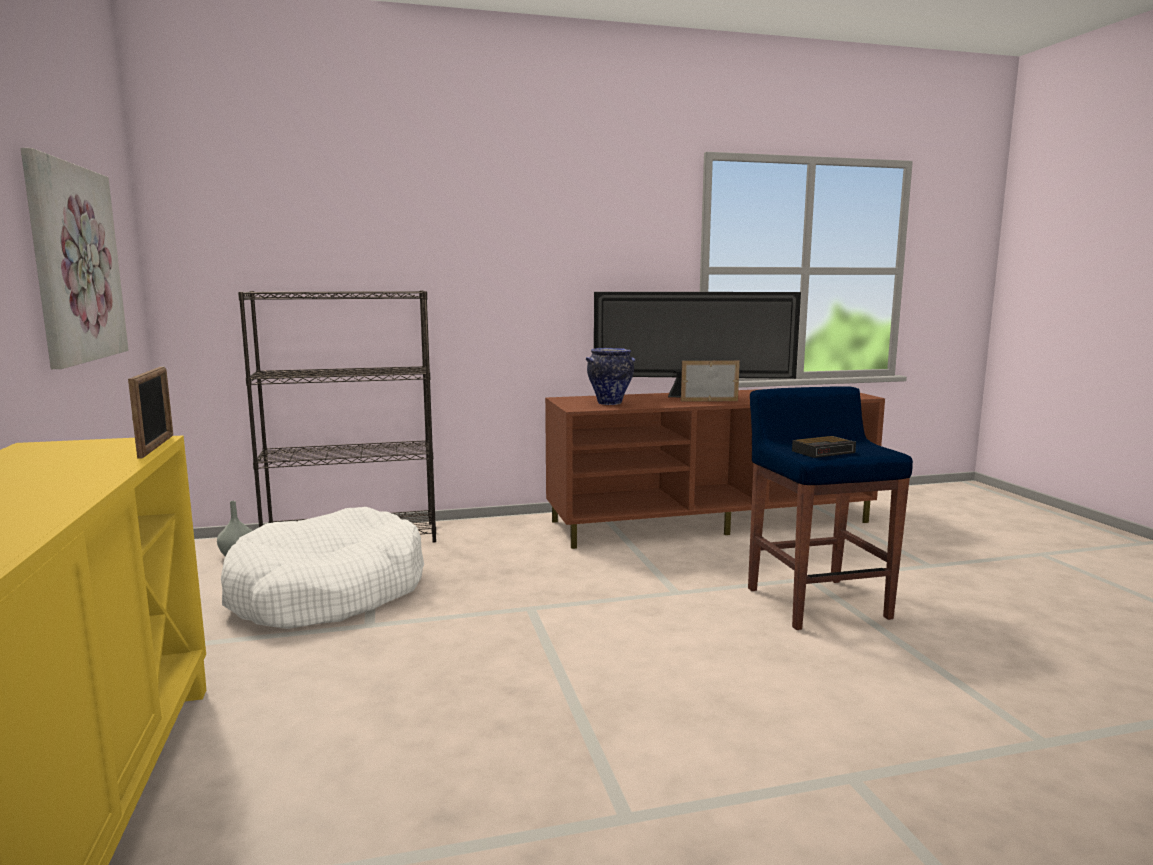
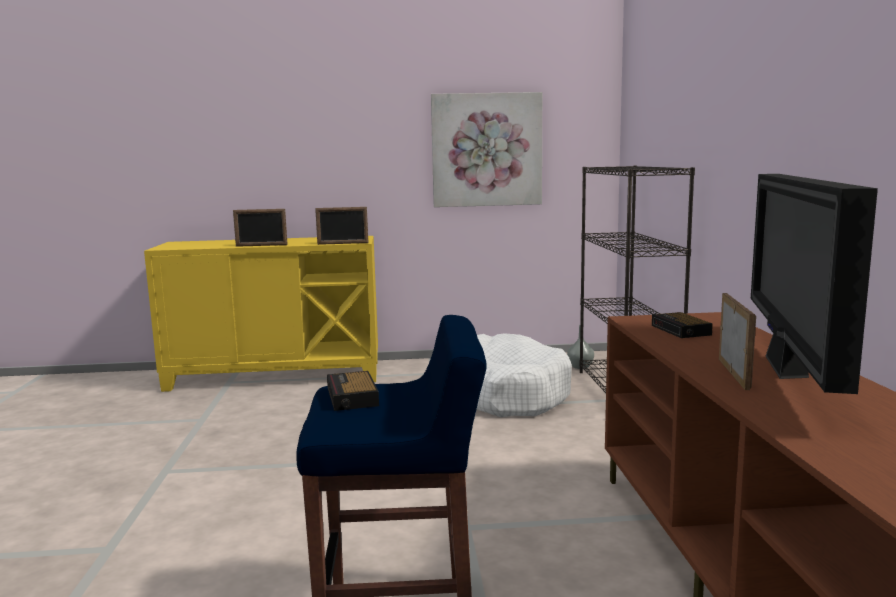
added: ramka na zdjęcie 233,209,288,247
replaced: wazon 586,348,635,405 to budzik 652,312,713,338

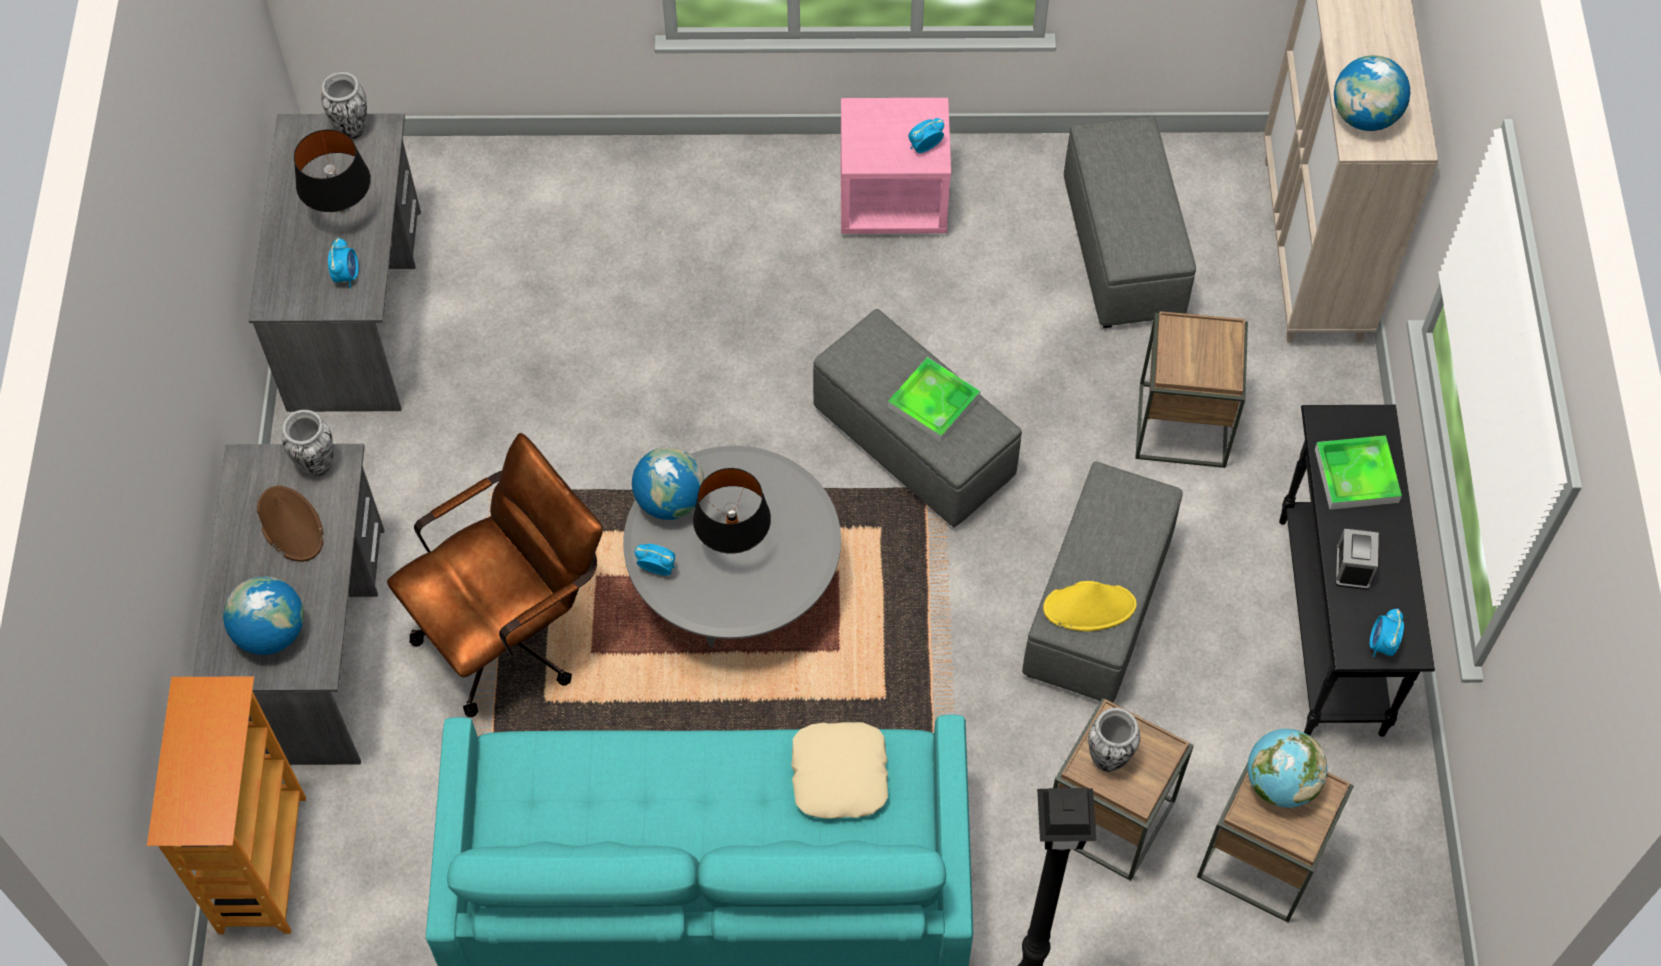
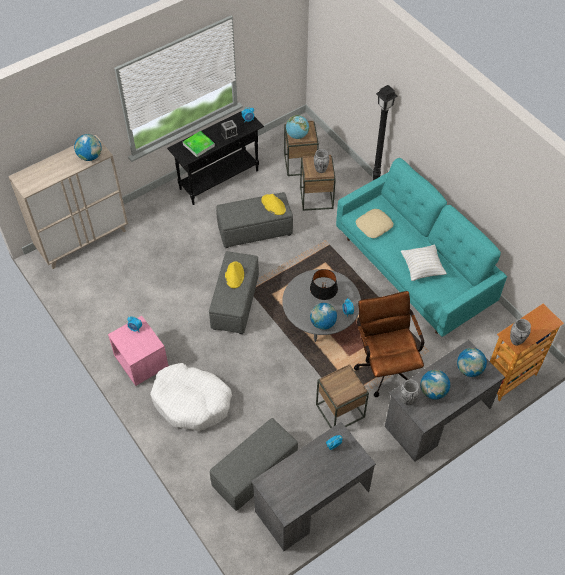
removed: lampa stołowa/czarny 294,129,371,212
added: legowisko/biały 150,363,232,431; poduszka/biały 401,245,447,281
moved: wazon 321,72,367,139 to 510,319,531,345; pufa/szary 1064,116,1196,328 to 210,418,298,511; stolik/brązowy 1135,311,1248,468 to 316,364,369,428
replaced: kapelusz/brązowy 257,486,323,562 to globus 420,370,450,400; taca 888,357,980,443 to kapelusz/żółty 225,261,244,288
turned: krzesło biurowe/brązowy 387,433,603,717 = 354,291,424,397 60 degrees clockwise

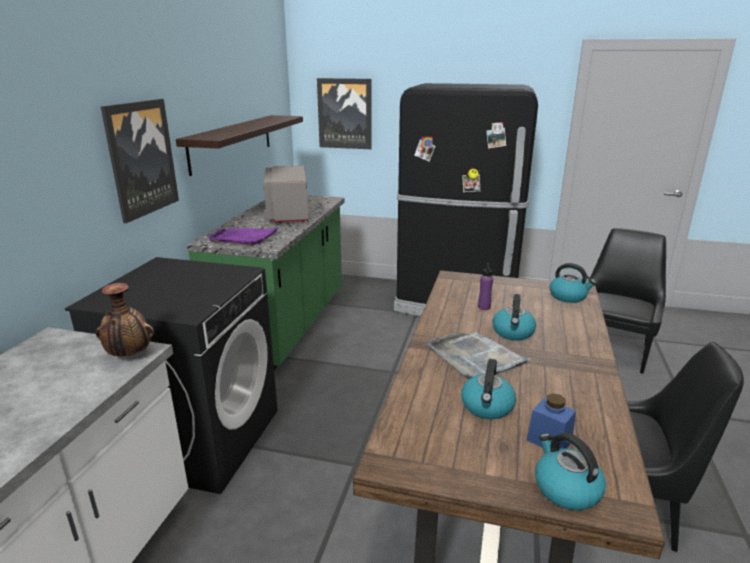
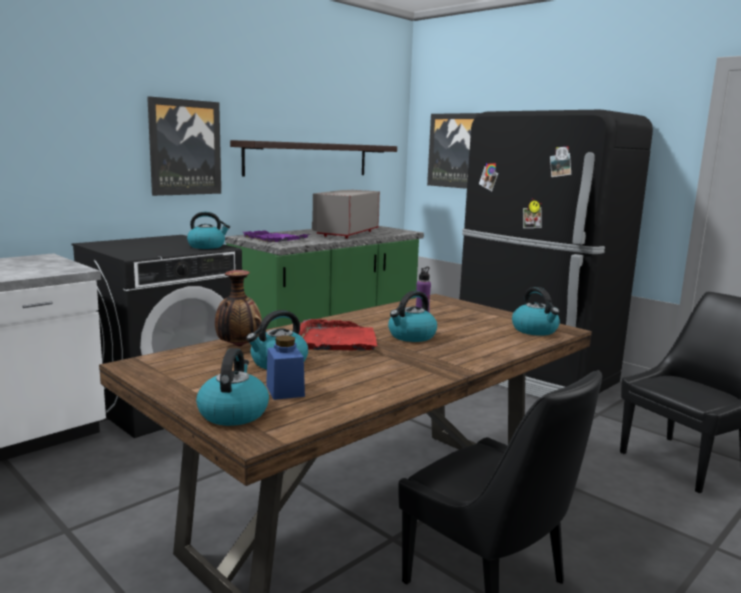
added: czajnik 187,212,230,249
moved: wazon 96,283,154,356 to 215,270,262,347
recoloured: taca/szary 427,332,531,380 to taca/czerwony 298,319,377,351

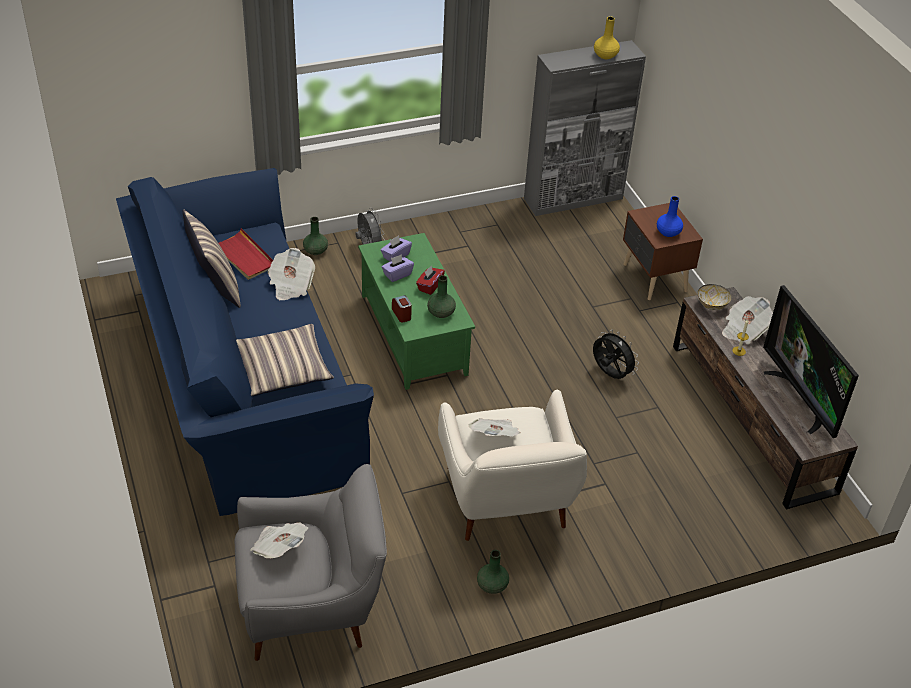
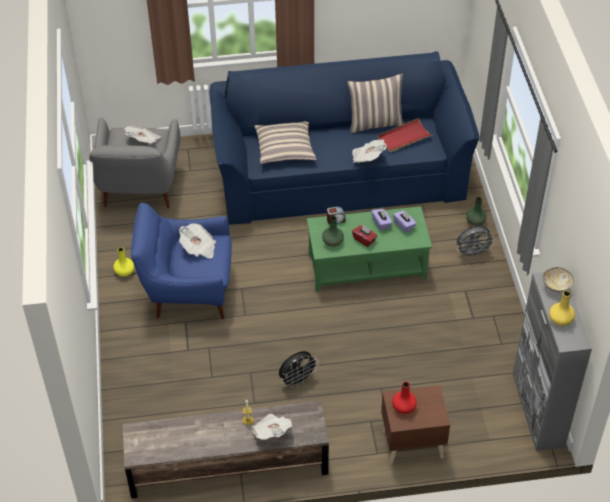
removed: telewizor 763,285,859,438
moved: miska 697,284,732,310 to 543,267,574,293
recoloured: fotel/biały 438,390,587,541 to fotel/niebieski 131,203,232,319; wazon/zielony 477,550,509,594 to wazon/żółty 113,247,134,277; wazon/niebieski 657,196,683,237 to wazon/czerwony 392,381,417,414

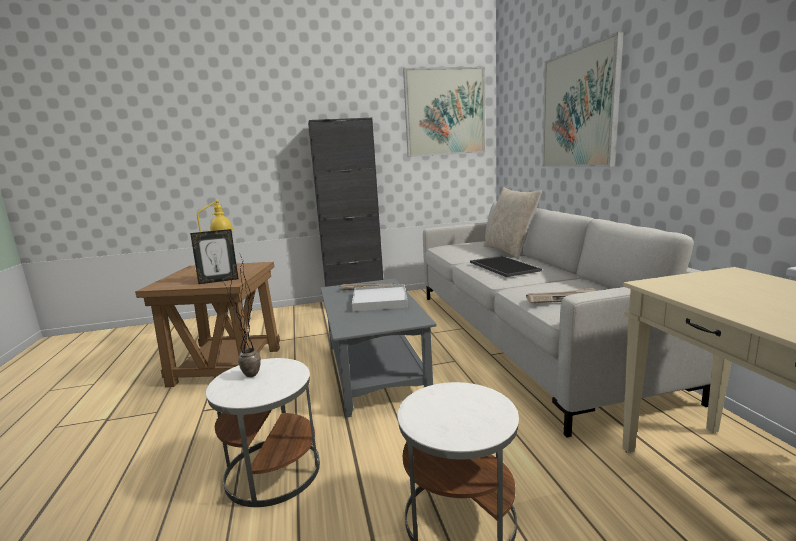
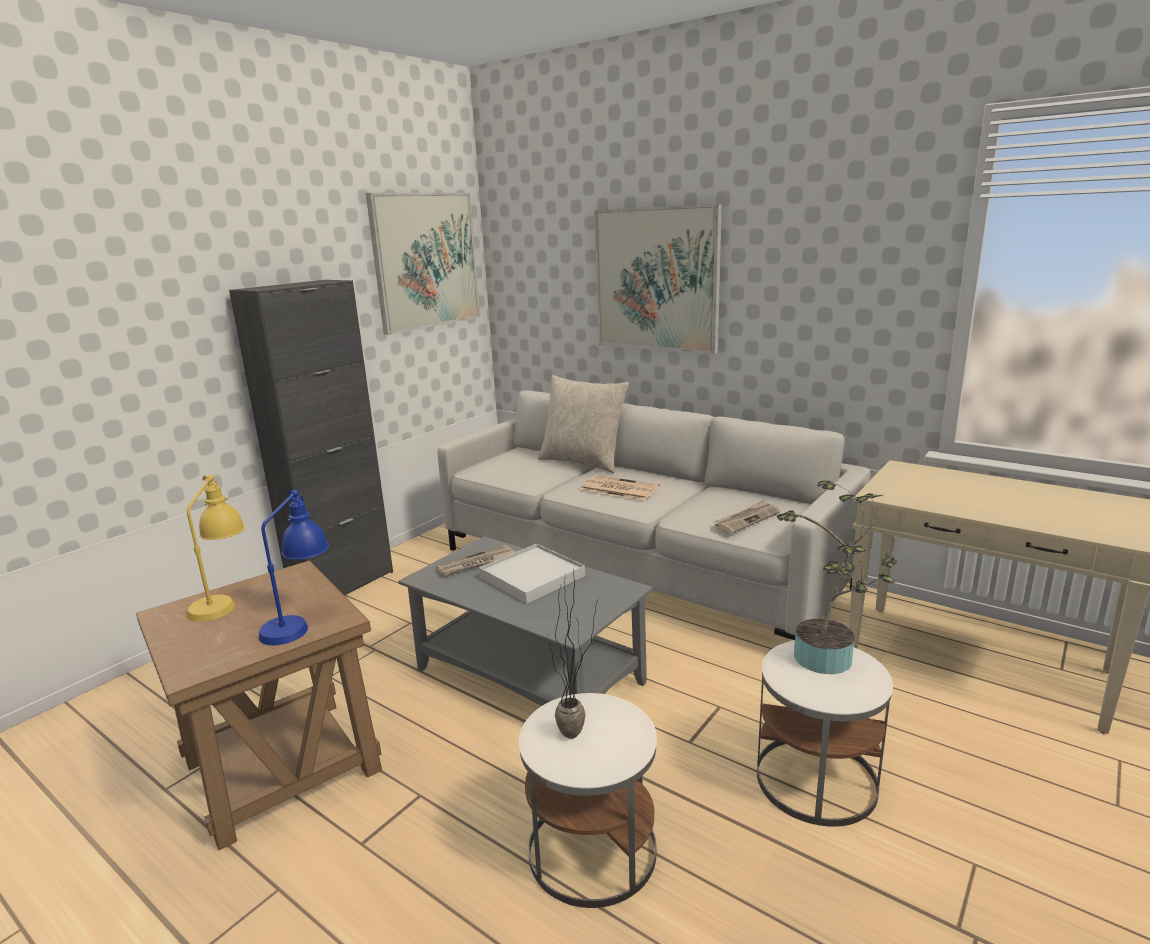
added: roślina doniczkowa 777,481,897,674
replaced: ramka na zdjęcie 190,229,238,284 to lampa stołowa/niebieski 259,489,329,645; taca 470,256,542,277 to gazeta 580,475,660,500

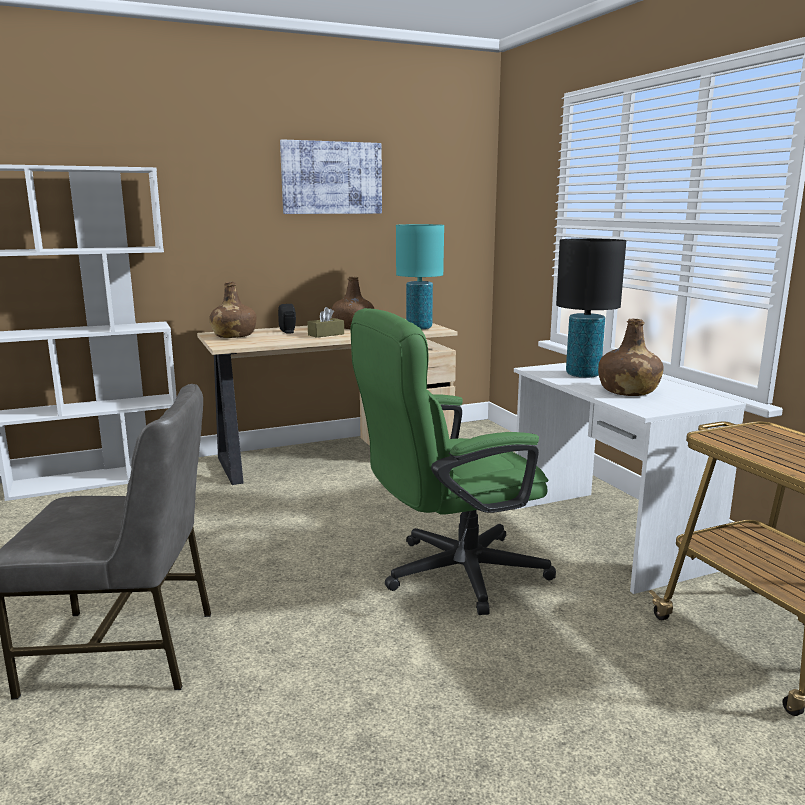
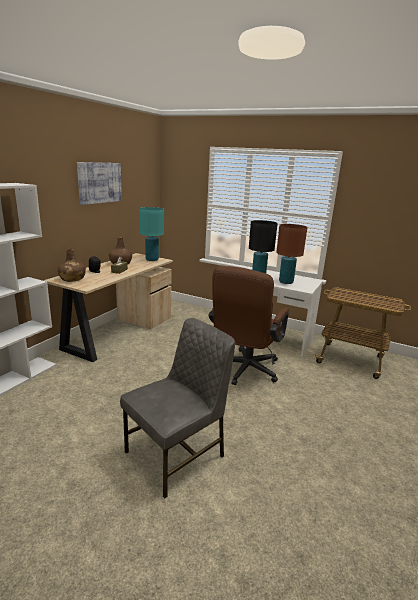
replaced: butelka/brązowy 598,319,664,396 to lampa stołowa/brązowy 276,224,307,284
recoloured: krzesło biurowe/zielony 350,308,556,615 to krzesło biurowe/brązowy 209,266,289,385

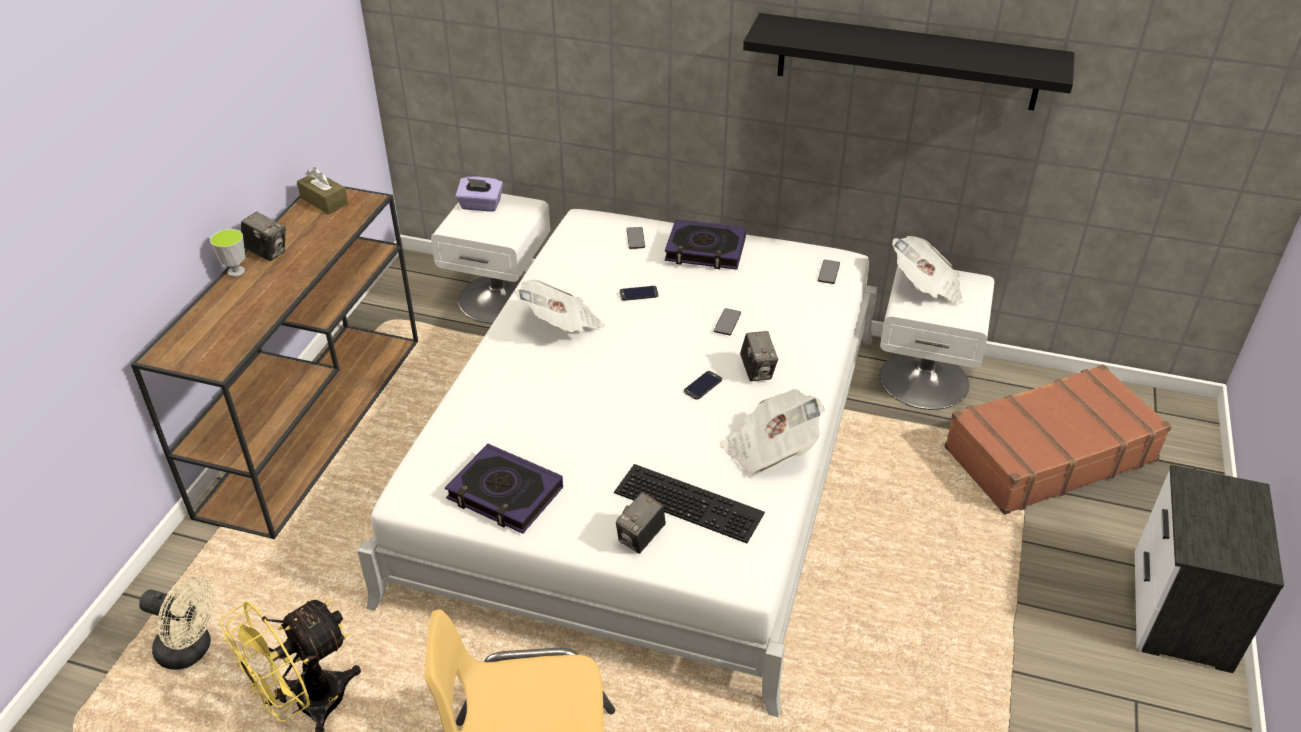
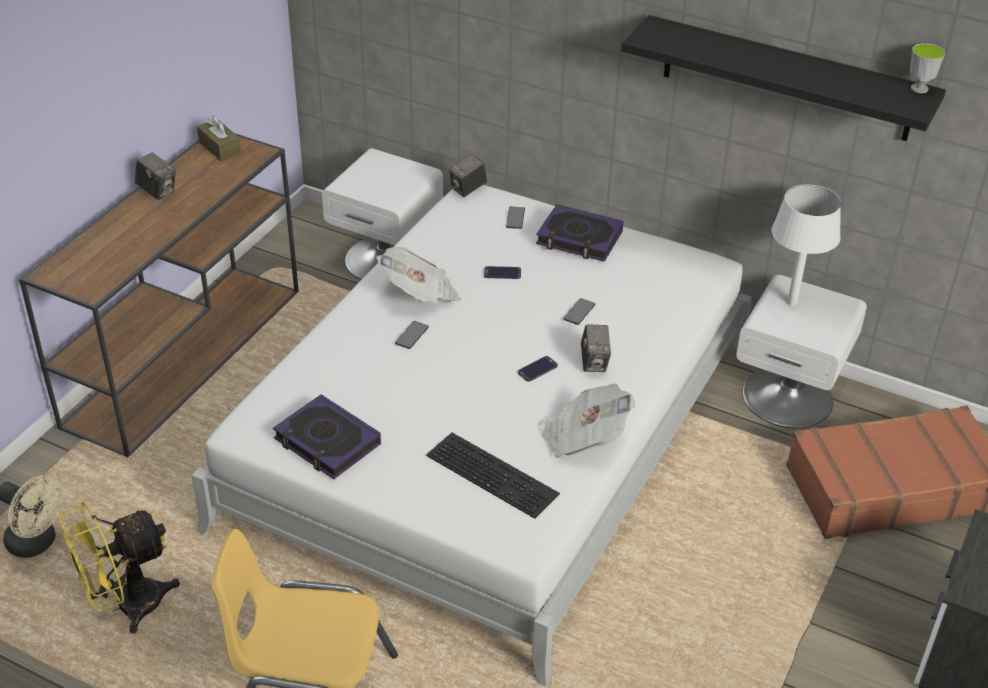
removed: pudełko chusteczek/fioletowy 455,177,503,212
moved: filiżanka 210,229,246,277 to 910,43,945,93; aparat fotograficzny 616,492,666,554 to 449,154,487,197; telefon 818,260,840,284 to 395,321,429,349
replaced: gazeta 892,236,963,304 to lampa stołowa/biały 772,184,841,306

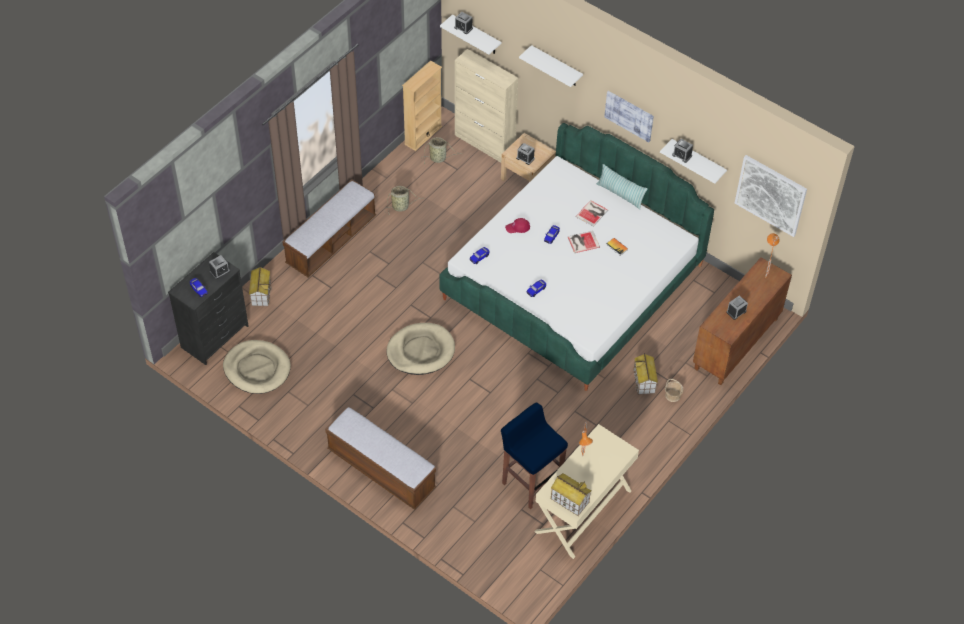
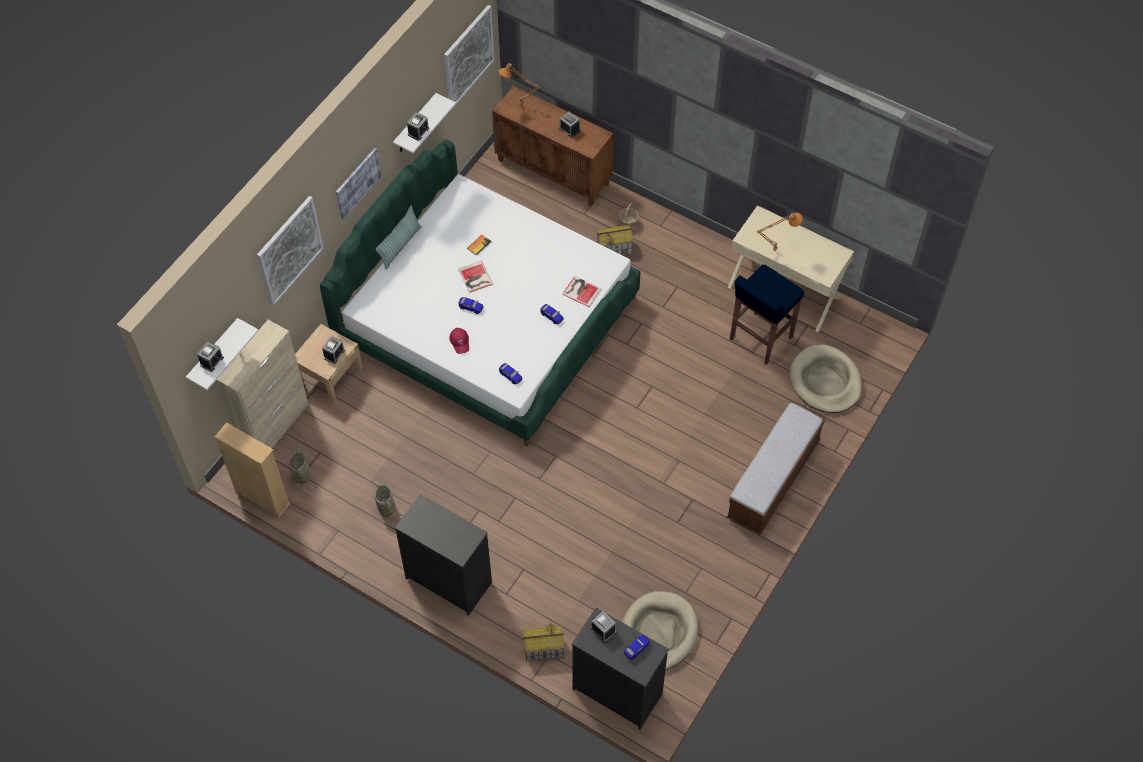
removed: domek 551,473,591,516
moved: legowisko/beżowy 386,323,455,375 to 789,345,862,413; książka 576,200,608,227 to 562,276,602,307
replaced: ławka 283,180,376,277 to komoda/czarny 395,494,492,616; półka/biały 519,45,583,87 to obraz 257,196,324,306

